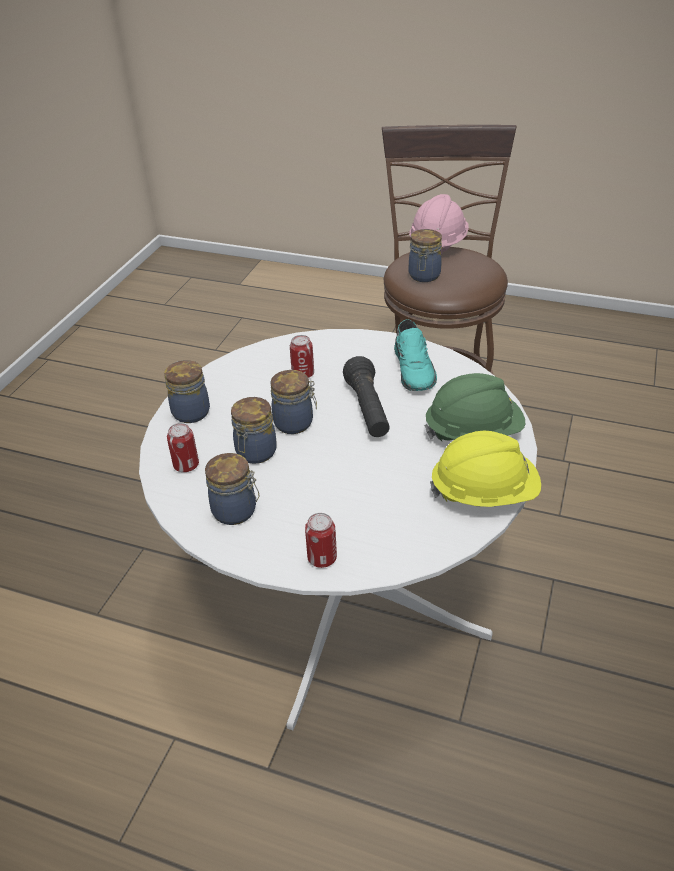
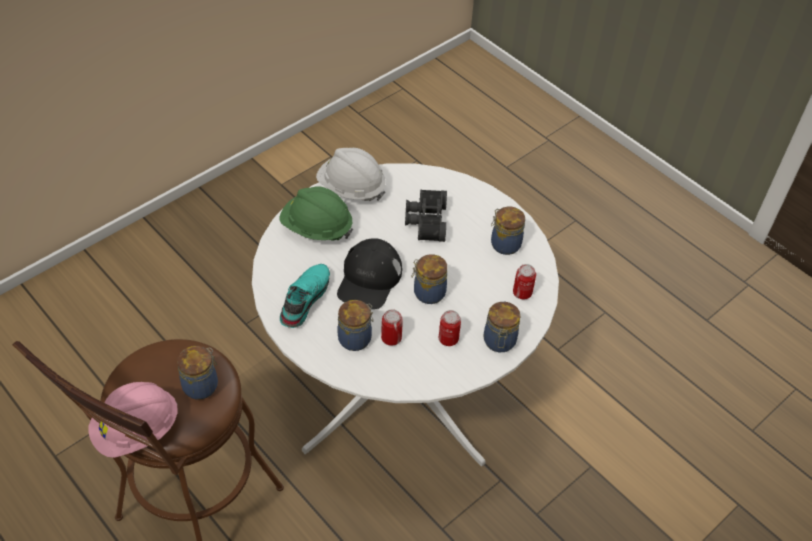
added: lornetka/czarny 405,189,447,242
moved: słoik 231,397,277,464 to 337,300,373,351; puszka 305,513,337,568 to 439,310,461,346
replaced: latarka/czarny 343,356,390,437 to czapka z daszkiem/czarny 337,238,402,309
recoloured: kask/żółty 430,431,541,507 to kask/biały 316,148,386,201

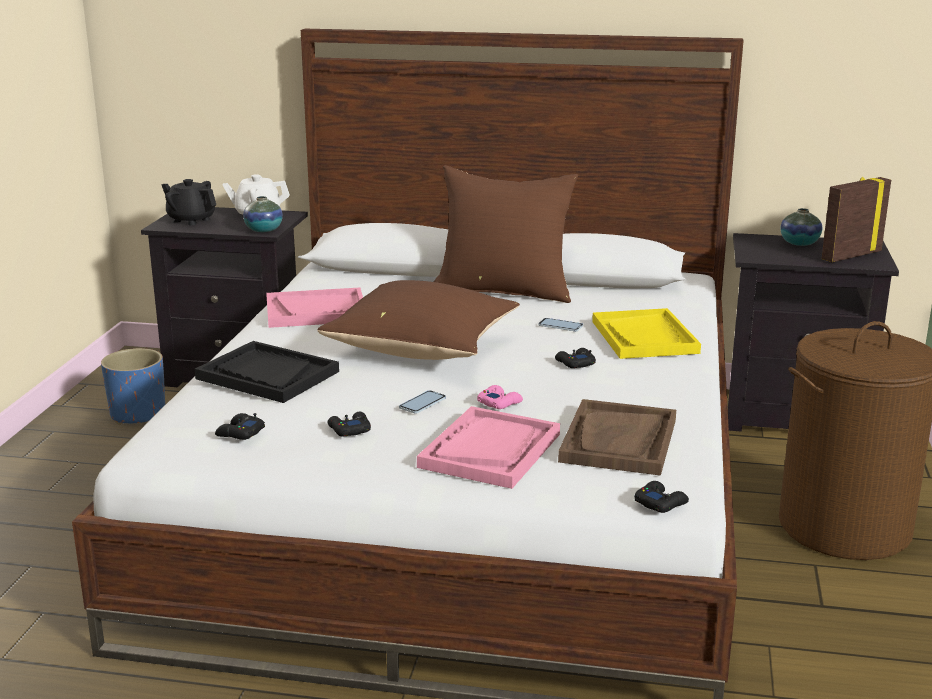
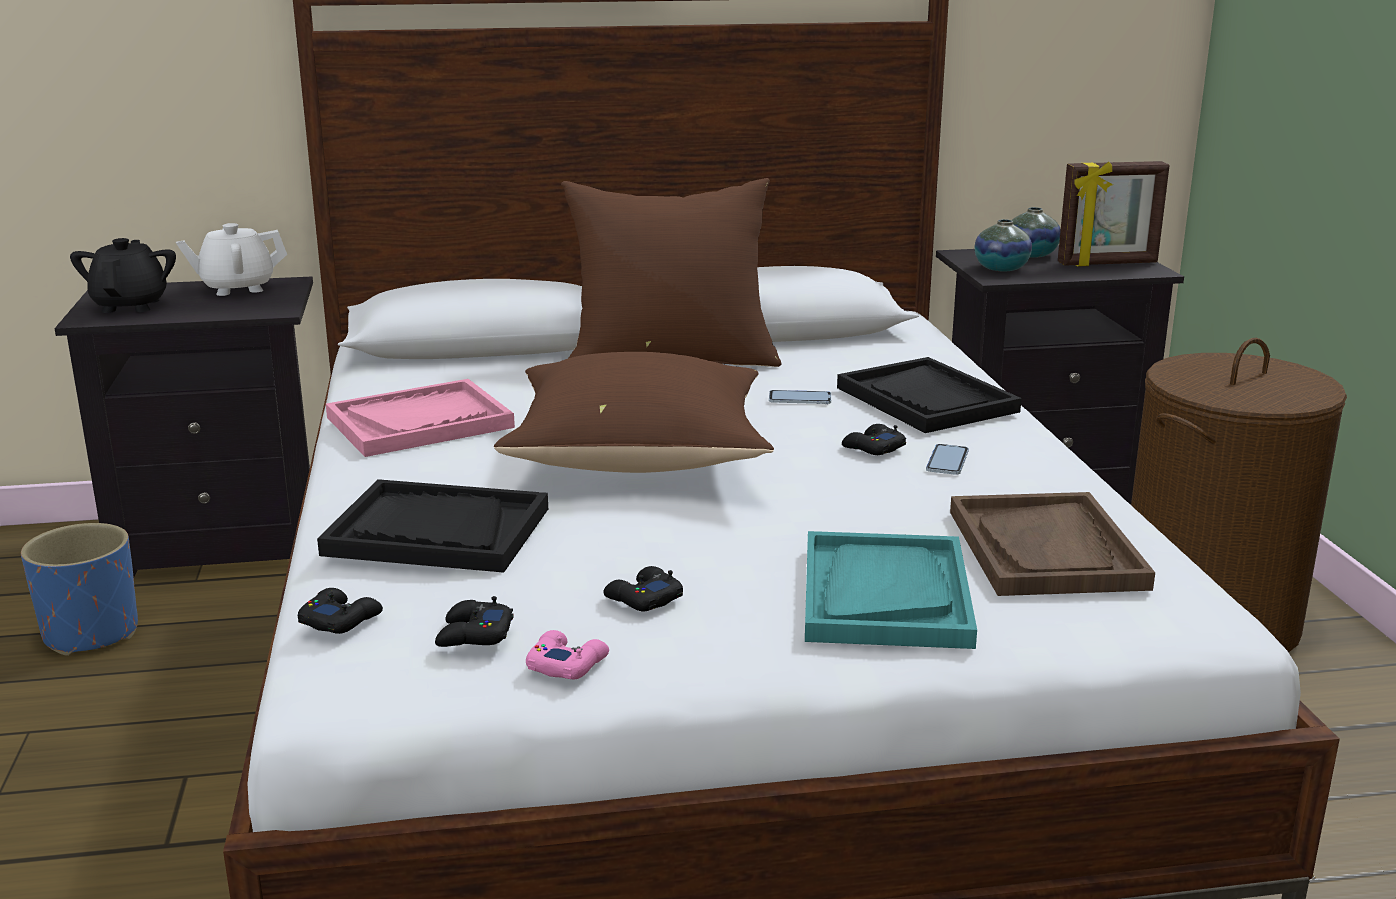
moved: wazon 243,196,283,232 to 975,219,1032,271; telefon 399,390,446,413 to 926,444,969,475; pad do gier/różowy 477,385,523,409 to 526,630,609,679; pad do gier/czarny 634,481,689,513 to 298,588,383,634
recoloured: taca/różowy 417,406,560,489 to taca/turkusowy 805,531,977,649; taca/żółty 592,308,701,359 to taca/czarny 837,357,1022,433
turned: imbryk/czarny 161,179,216,225 = 70,238,176,313 75 degrees clockwise; ramka na zdjęcie 822,177,891,262 = 1058,161,1170,267 135 degrees counterclockwise

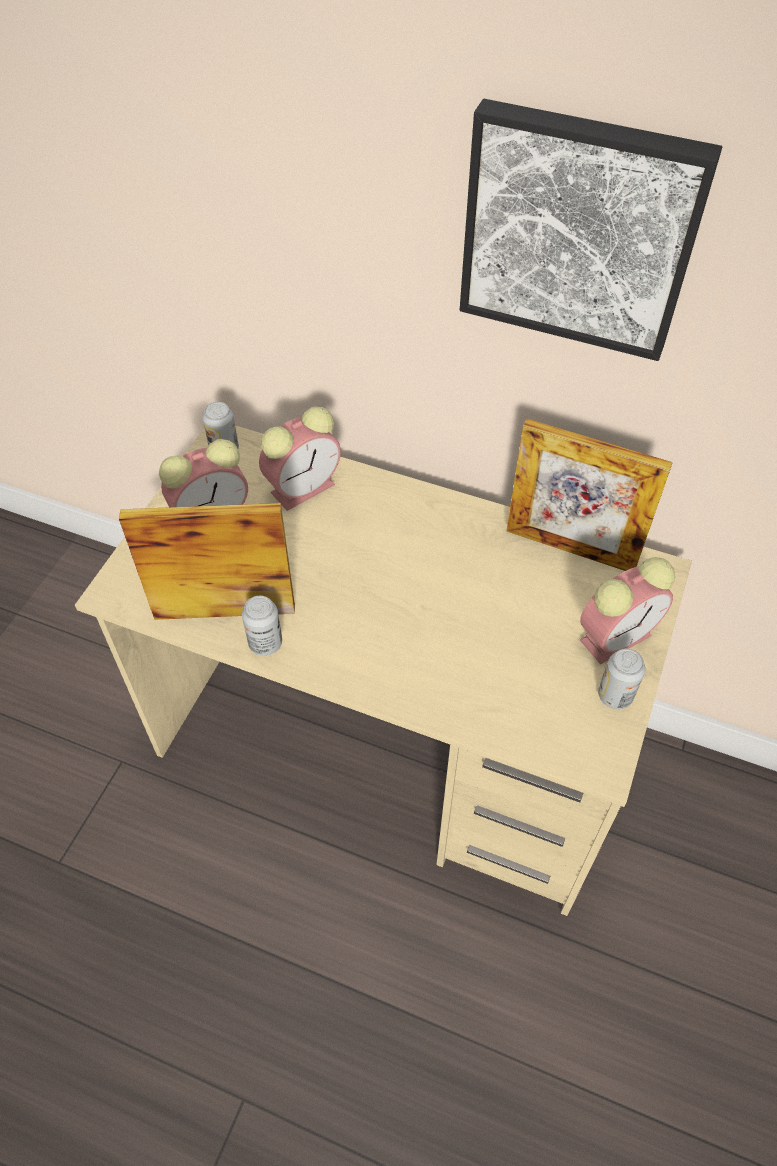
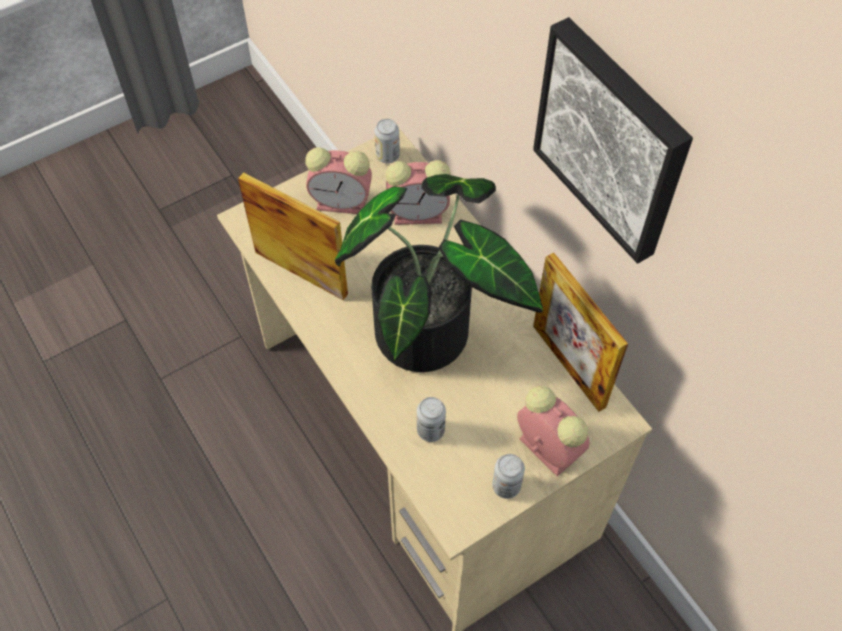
added: roślina doniczkowa 335,174,543,372
moved: puszka 242,596,282,656 to 417,397,446,442
turned: budzik 580,557,675,665 = 517,386,590,476 135 degrees counterclockwise

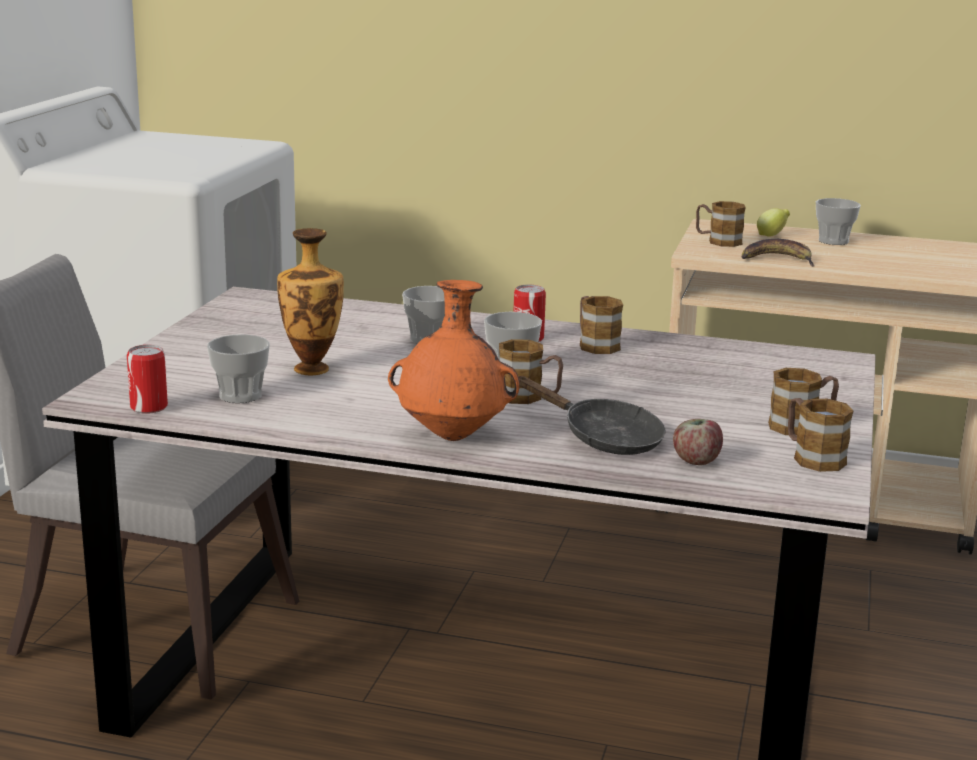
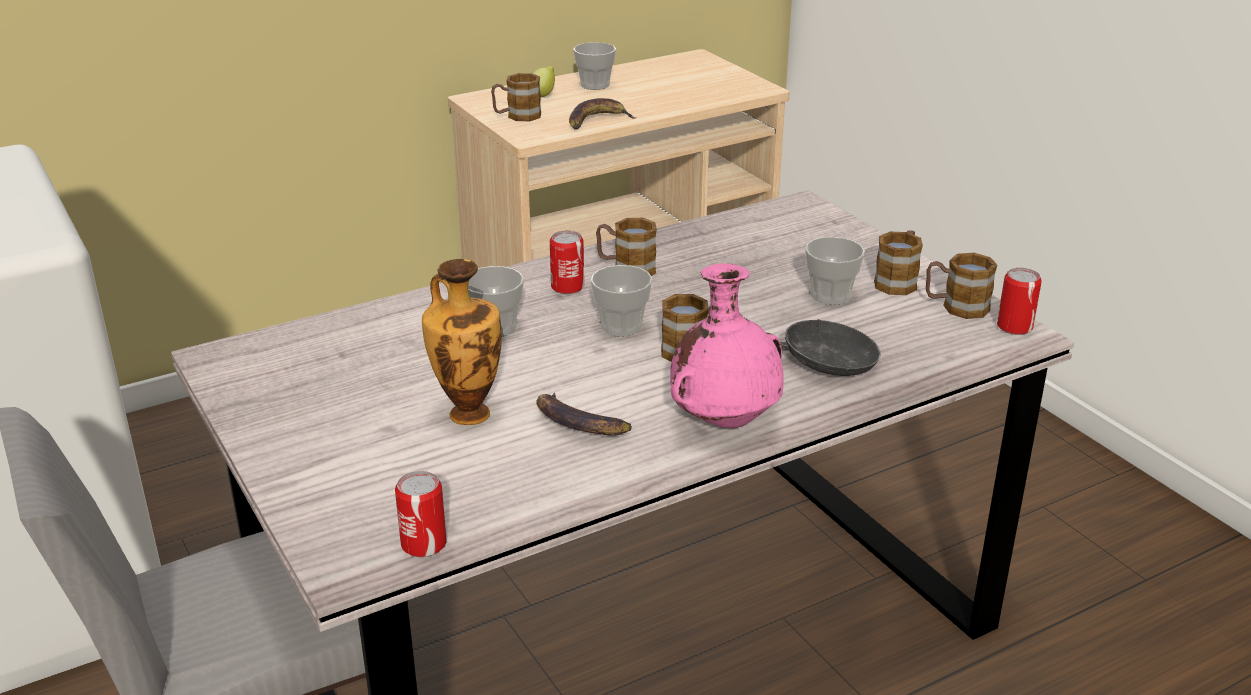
removed: jabłko 673,419,723,465
added: banan 536,392,632,435; puszka 997,268,1042,335
moved: filiżanka 207,334,270,403 to 805,237,865,305
recoloured: wazon/pomarańczowy 388,280,520,441 to wazon/różowy 670,263,784,428

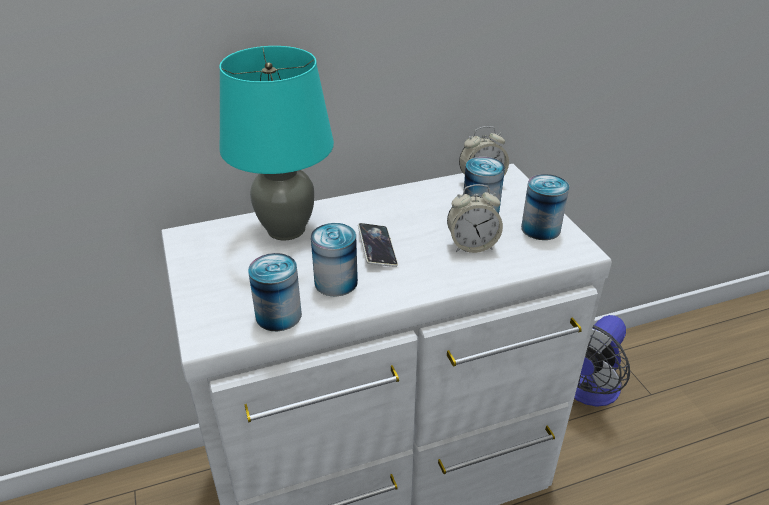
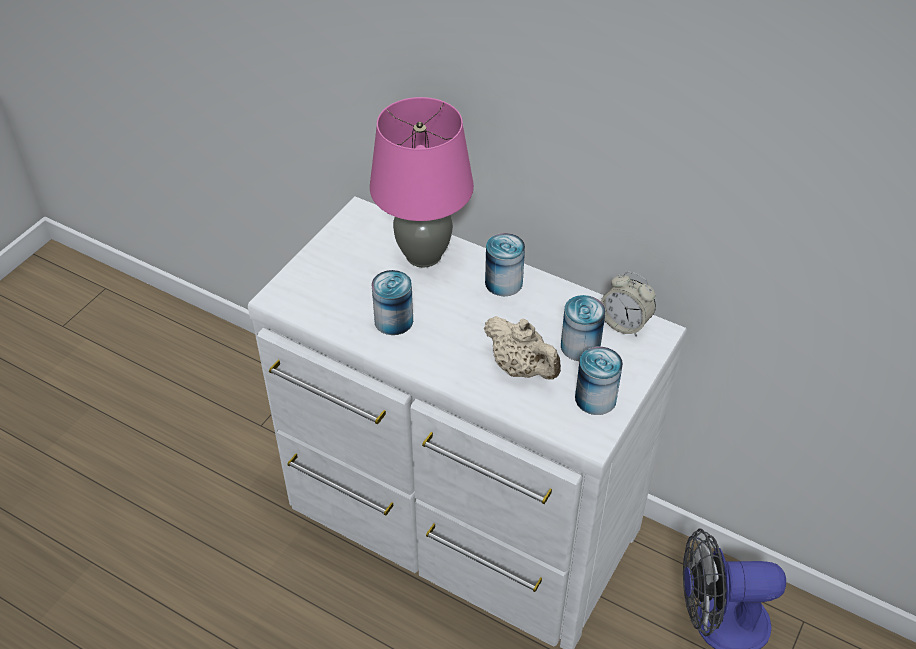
removed: telefon 358,223,398,267
moved: puszka 248,253,302,331 to 485,233,525,296
replaced: budzik 447,184,503,253 to imbryk/beżowy 484,316,561,379
recoloured: lampa stołowa/turkusowy 219,46,334,241 to lampa stołowa/różowy 370,97,474,268

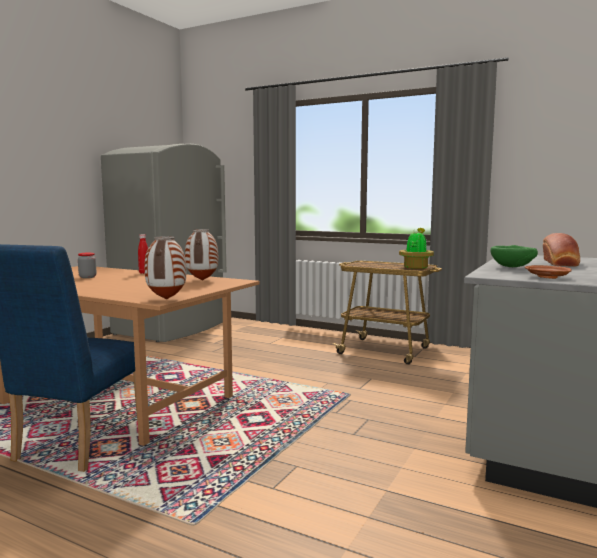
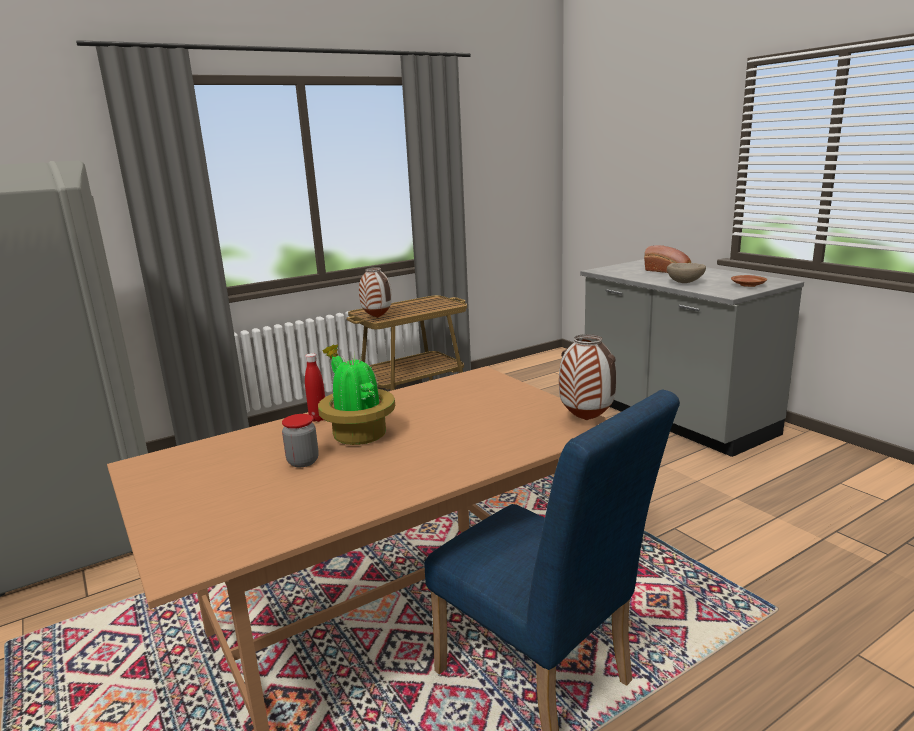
moved: wazon 185,229,218,281 to 359,267,392,318; roślina doniczkowa 399,228,434,269 to 318,344,395,445
recoloured: miska/zielony 490,245,538,267 to miska/beżowy 667,263,706,283

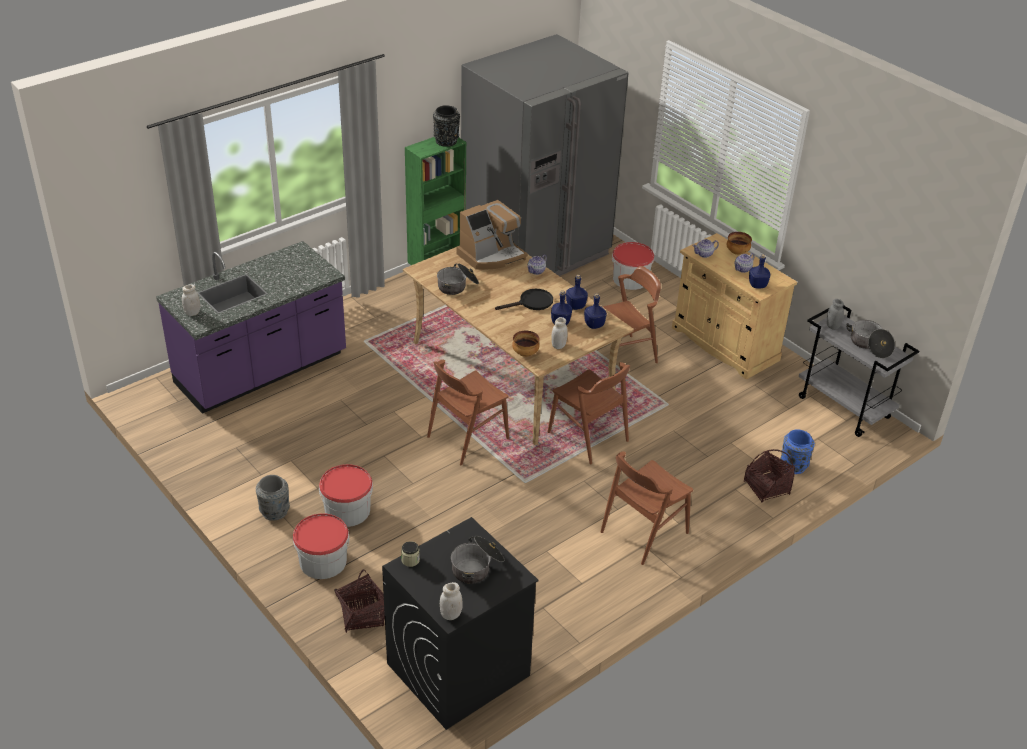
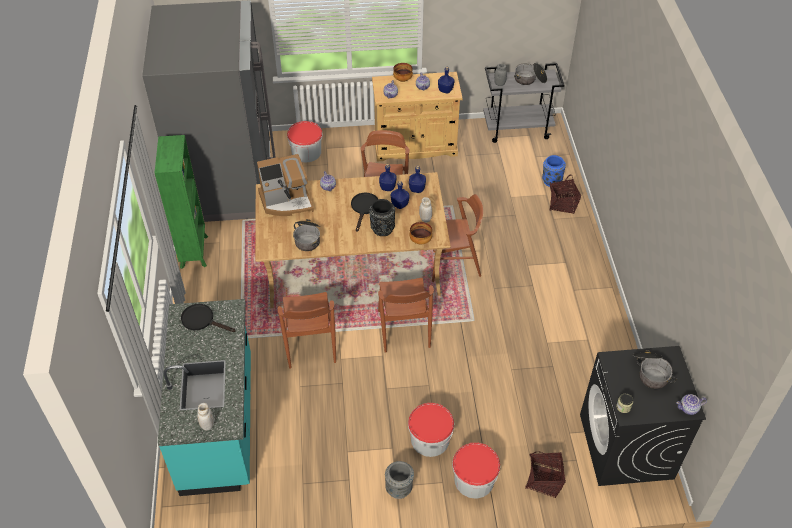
added: patelnia/czarny 181,304,235,332
moved: wazon/czarny 433,105,460,147 to 369,199,395,236; krzesło/brązowy 601,451,693,565 to 278,292,336,369
replaced: słoik/biały 440,582,463,620 to imbryk 676,394,707,415
recoloured: zabudowa kuchenna/fioletowy 156,241,346,414 to zabudowa kuchenna/turkusowy 158,299,251,496
turned: ekspres do kawy 456,200,528,270 = 257,154,314,216 75 degrees clockwise

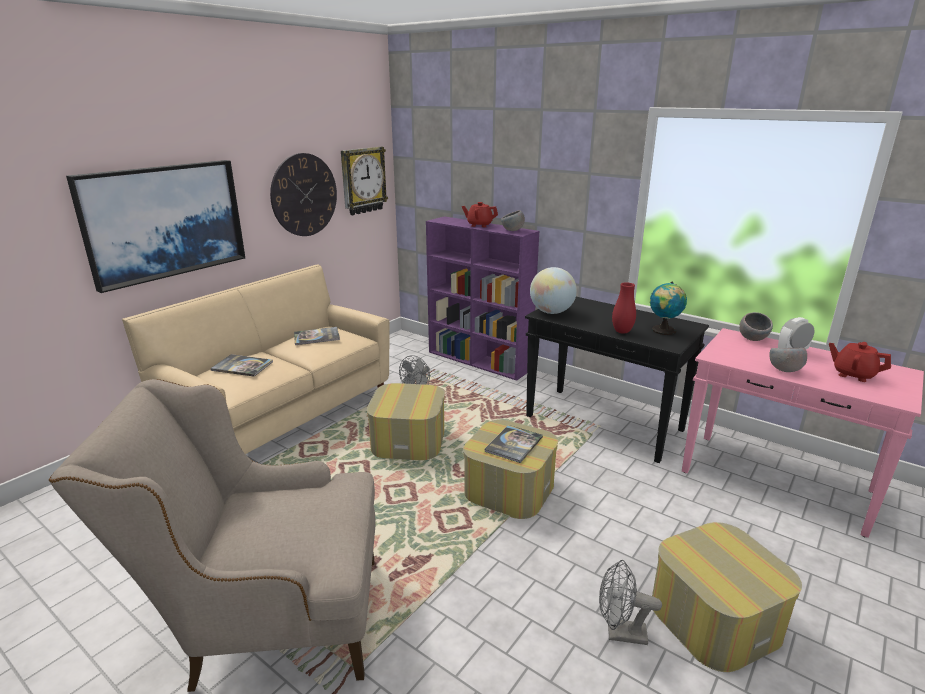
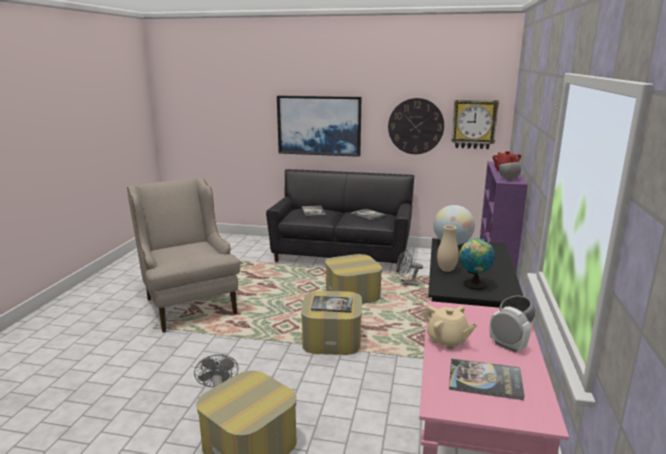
replaced: miska/szary 769,348,807,372 to imbryk/beżowy 423,305,477,350; imbryk/czerwony 829,342,891,382 to książka 449,358,525,400
recoloured: kanapa/beżowy 122,264,390,454 to kanapa/czarny 266,169,414,272; wazon/czerwony 612,282,636,334 to wazon/beżowy 437,225,459,272

